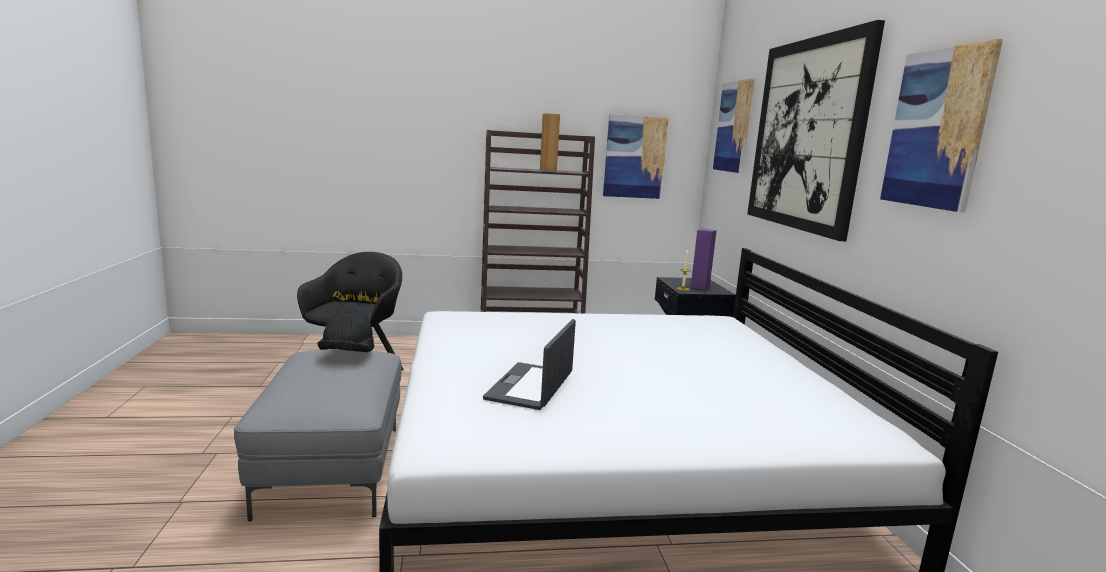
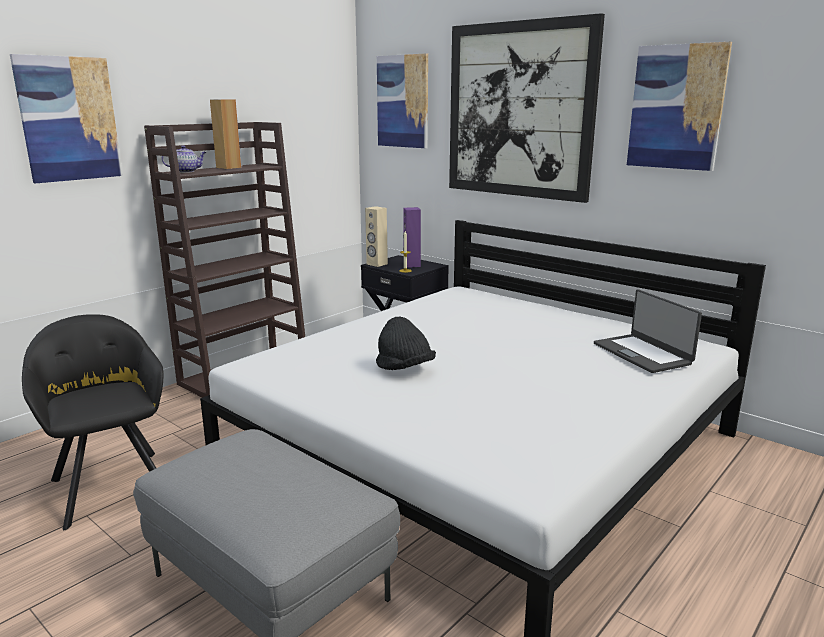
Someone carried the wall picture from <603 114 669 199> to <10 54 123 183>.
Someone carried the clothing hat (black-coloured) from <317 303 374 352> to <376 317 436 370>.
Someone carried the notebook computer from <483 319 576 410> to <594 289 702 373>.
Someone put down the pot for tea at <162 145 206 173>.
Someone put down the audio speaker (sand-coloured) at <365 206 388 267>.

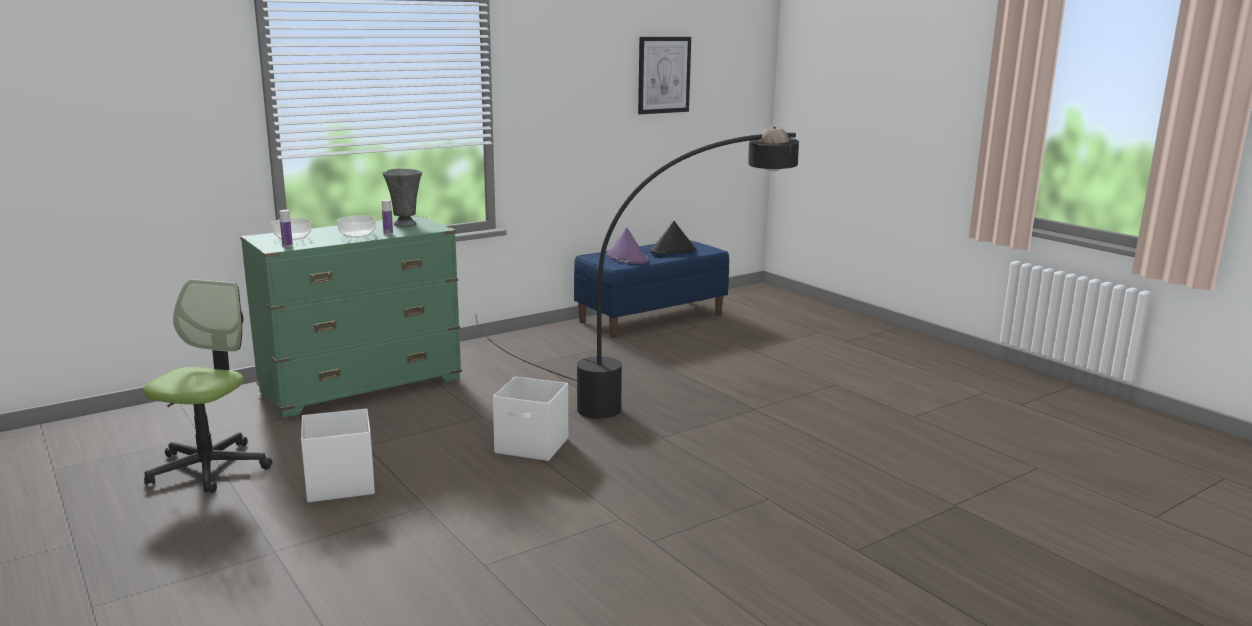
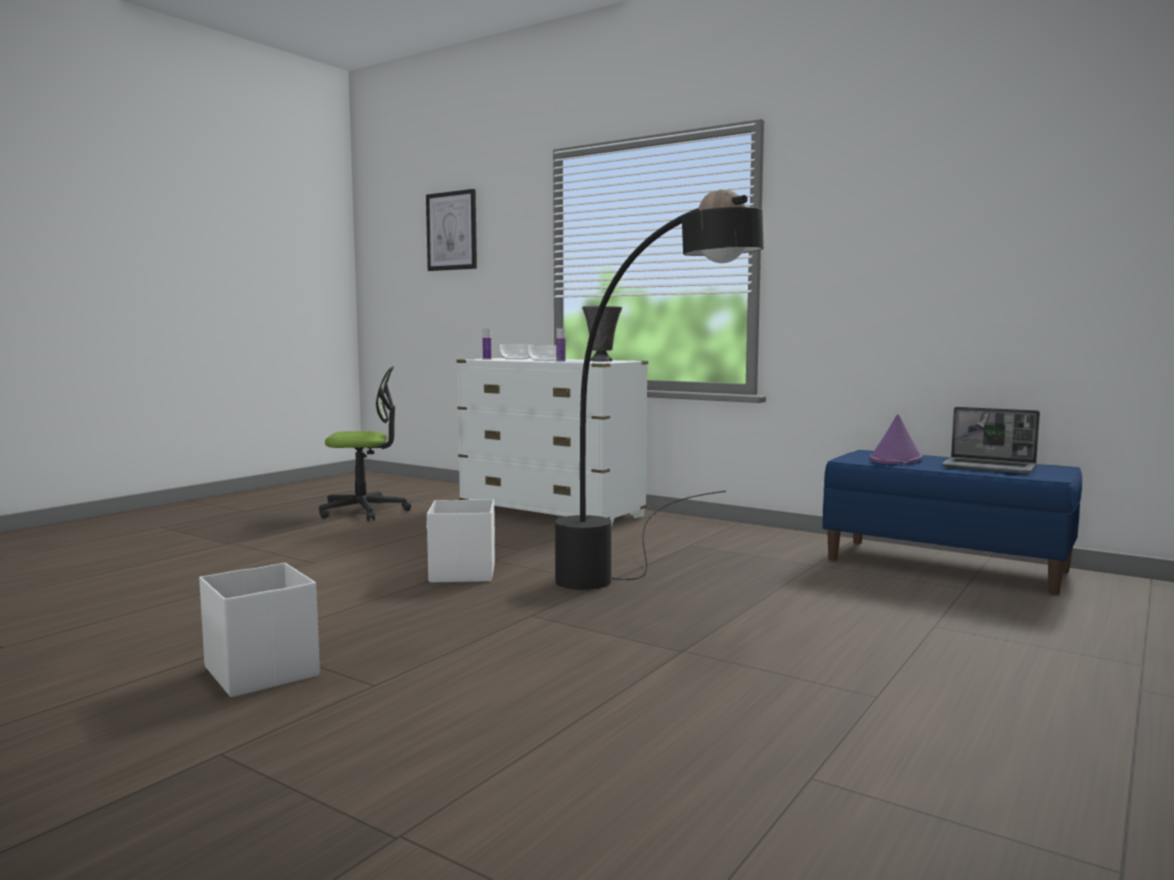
Someone carried the wall picture from <638 37 691 114> to <426 189 477 271>.
Someone repainted the chest of drawers (greenish) at <240 216 462 418>, which became the chest of drawers (white-coloured) at <456 358 648 527>.
Someone swapped the clothing hat (black-coloured) at <650 221 695 255> for the notebook computer at <942 407 1040 474>.
Someone carried the storage bin (white-coloured) from <301 408 375 502> to <199 563 320 697>.

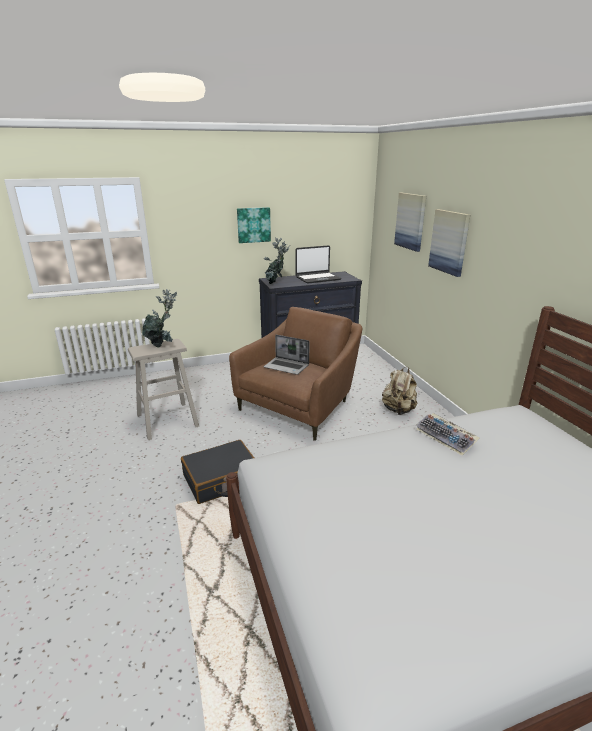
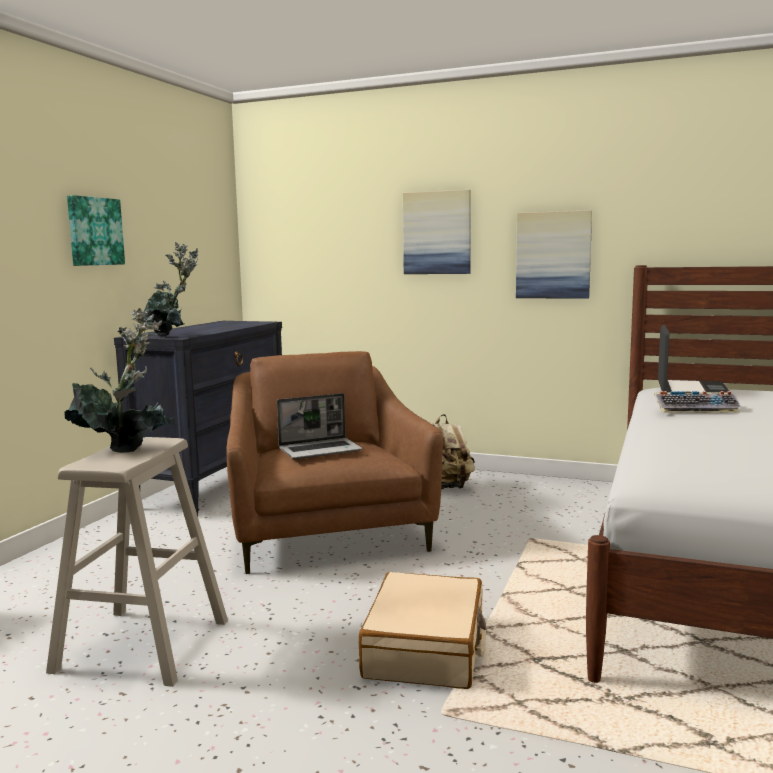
Someone carried the wall picture from <394 193 426 252> to <516 210 592 299>.
Someone carried the notebook computer from <296 245 341 283> to <658 325 729 392>.
Someone repainted the travel case (black-coloured) at <181 440 254 504>, which became the travel case (sand-coloured) at <359 572 486 689>.

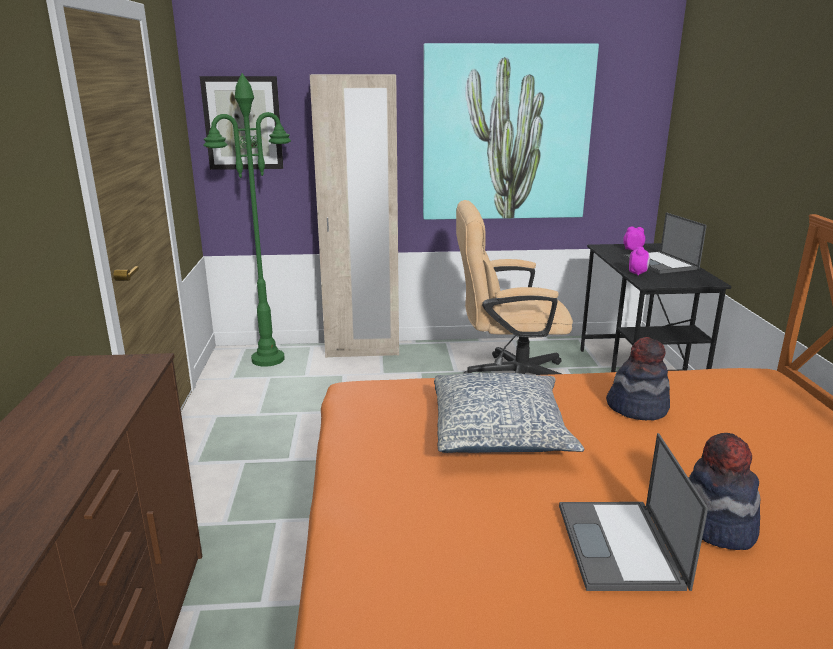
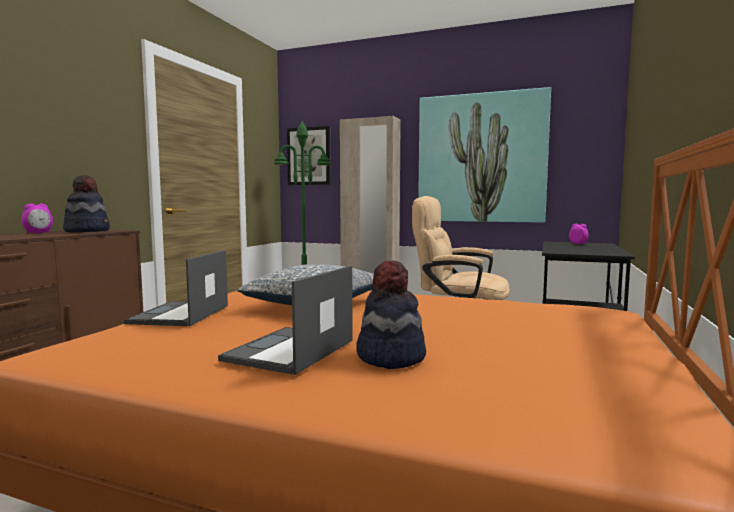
Someone carried the notebook computer from <623 212 707 274> to <124 250 228 326>.
Someone carried the bedside clock from <629 247 650 275> to <21 204 53 233>.
Someone carried the clothing hat from <606 337 670 421> to <63 175 110 233>.

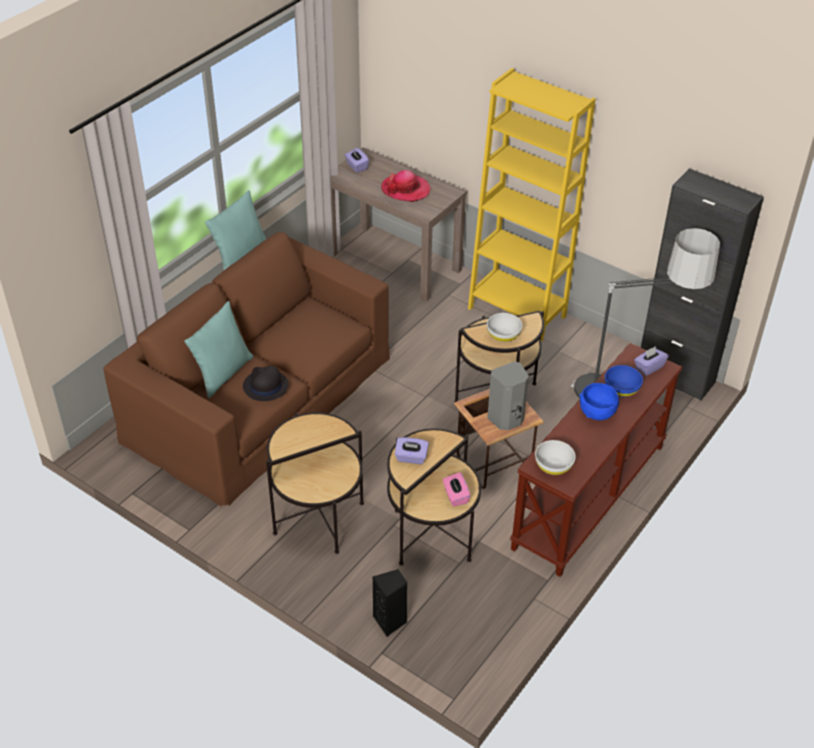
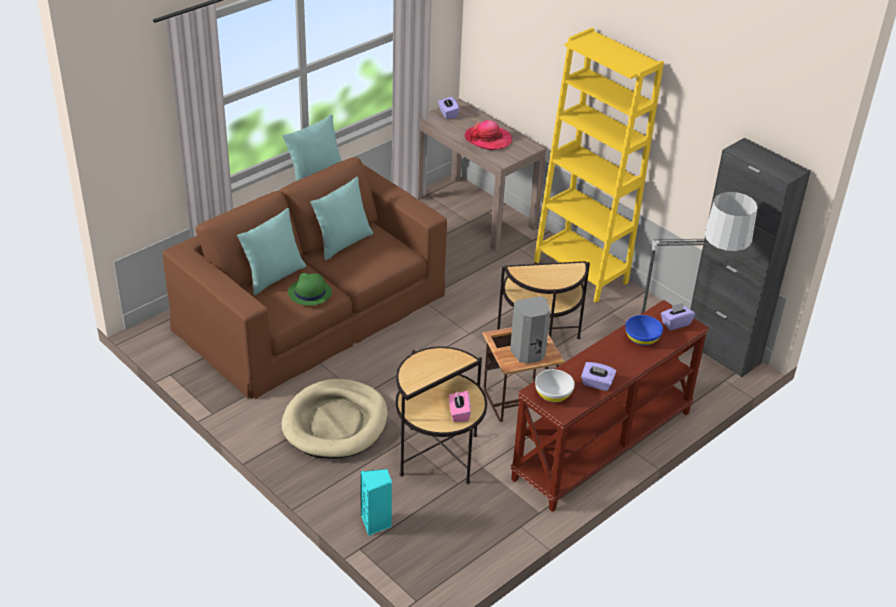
Someone took away the deep dish (white-coloured) at <487 313 522 342>.
Someone repainted the clothing hat (black-coloured) at <243 365 289 401>, which became the clothing hat (greenish) at <288 273 332 306>.
Someone took away the deep dish (bluish) at <579 383 619 420>.
Someone swapped the accent table at <266 412 364 554> for the dog bed (sand-coloured) at <282 379 388 459>.
Someone carried the tissue holder (purple-coloured) from <395 437 429 464> to <581 362 616 391>.
Someone repainted the audio speaker (black-coloured) at <373 569 407 637>, which became the audio speaker (turquoise-coloured) at <361 469 392 536>.
Someone put down the cushion (turquoise-coloured) at <310 177 373 260>.

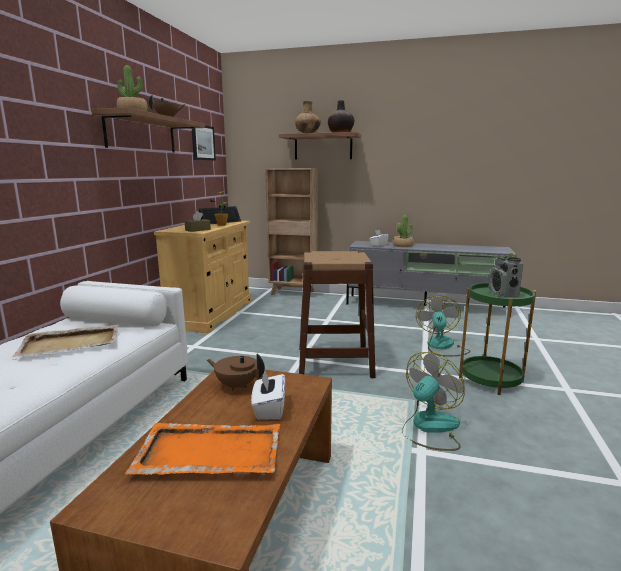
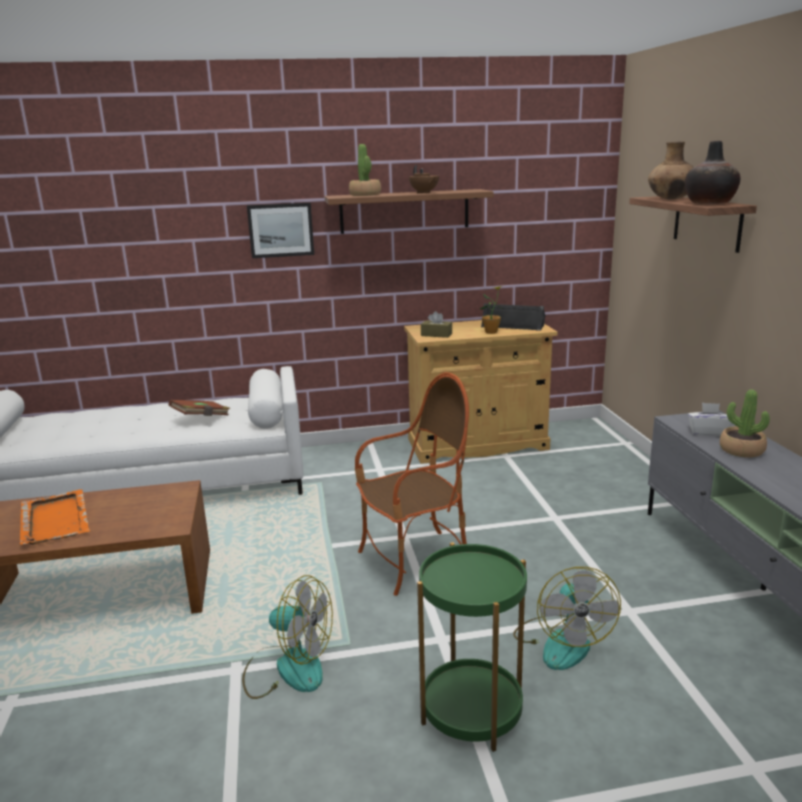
Someone carried the wall picture from <192 126 216 161> to <247 203 314 258>.
Someone took away the bookcase (brownish) at <265 168 318 295>.
Someone swapped the stool seat (brownish) at <299 251 376 378> for the armchair at <355 372 469 596>.
Someone took away the radio set at <489 253 523 298>.
Someone rotated the cooling fan at <416 296 471 356> by 105 degrees clockwise.
Someone swapped the tray (sand-coloured) at <12 324 119 357> for the bound book (brownish) at <169 400 230 416>.
Someone took away the pot for tea (brownish) at <207 353 265 391>.
Someone took away the tissue holder (white-coloured) at <251 370 285 420>.

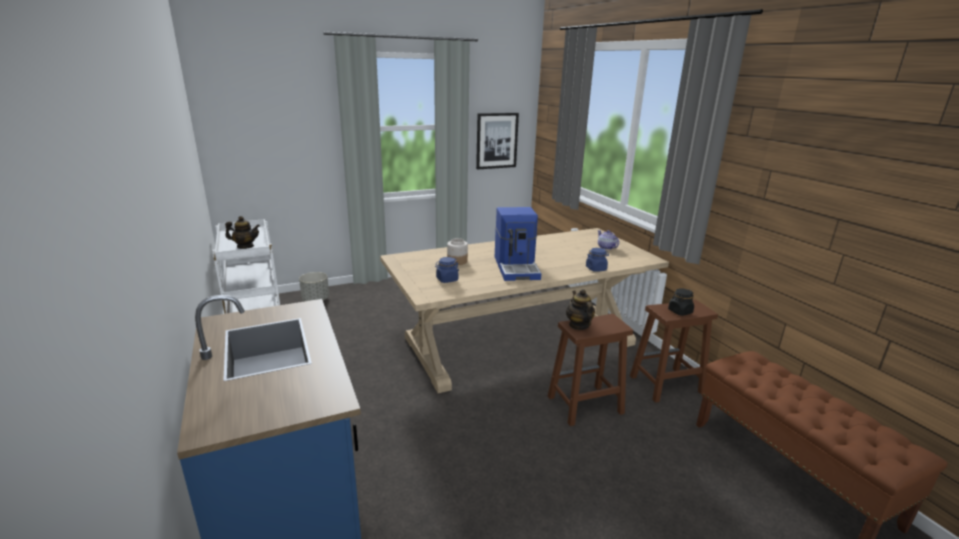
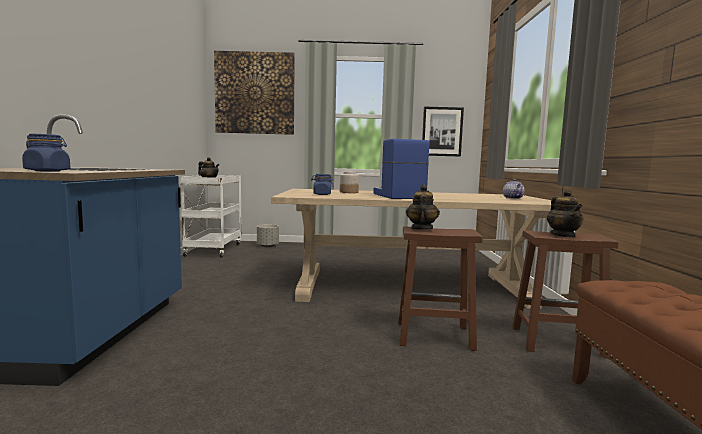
Someone rotated the coffee brewer at <495 207 541 281> by 150 degrees clockwise.
Someone carried the jar (bluish) from <586 248 609 272> to <22 134 70 172>.
Someone swapped the jar (black-coloured) at <668 288 694 316> for the pot for tea at <547 190 583 238>.
Someone put up the wall picture at <214 51 295 135>.

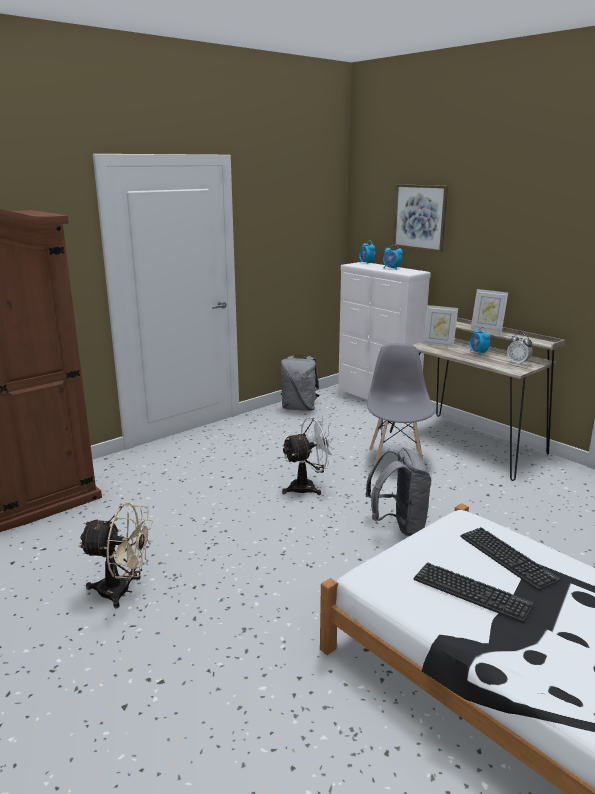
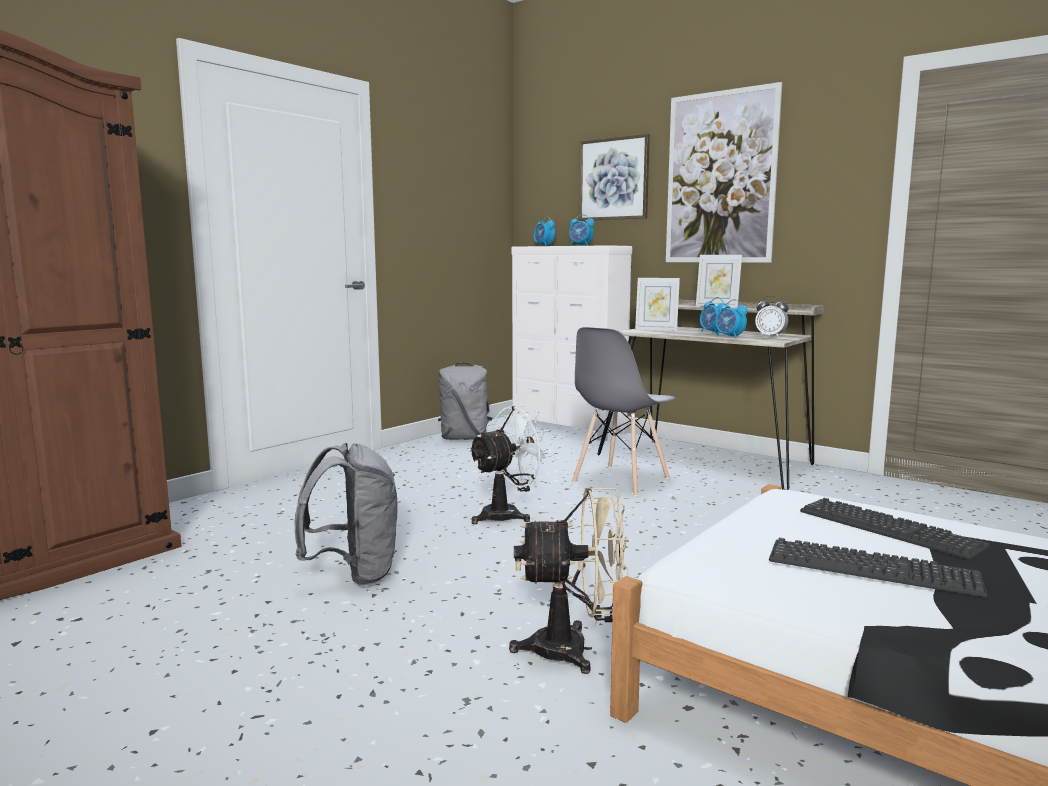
Someone rotated the upright chair (gray) at <367 343 435 472> by 135 degrees counterclockwise.
Someone carried the backpack (gray) from <366 447 431 536> to <295 443 398 586>.
Someone carried the cooling fan (sand-coloured) from <78 503 153 608> to <509 487 629 674>.
Someone put up the wall picture at <666 82 782 263>.
Someone put down the bedside clock at <715 299 747 338>.

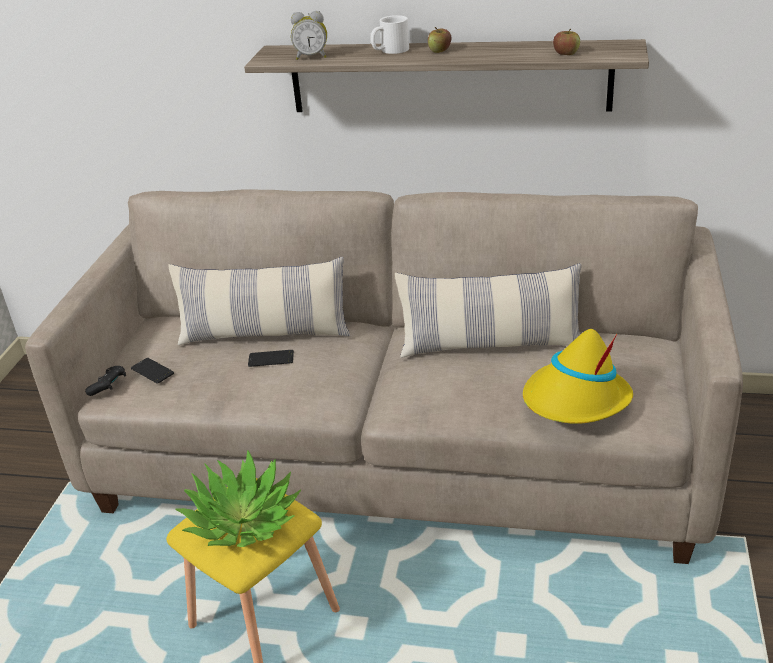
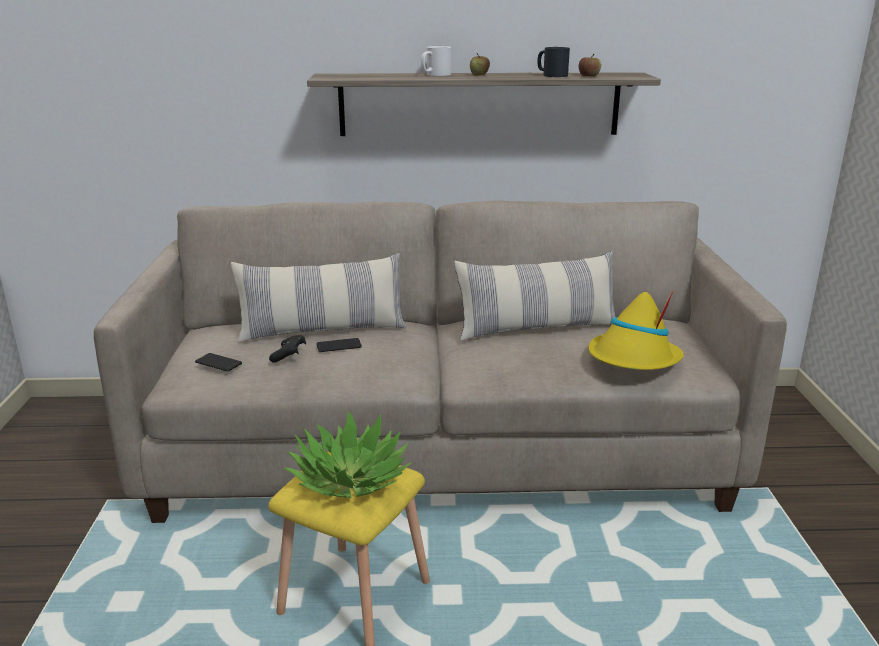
Someone took away the bedside clock at <291 11 327 60>.
Someone carried the gamepad (black-coloured) from <85 366 126 396> to <269 335 306 363>.
Someone put down the mug (black-coloured) at <537 47 570 77>.

